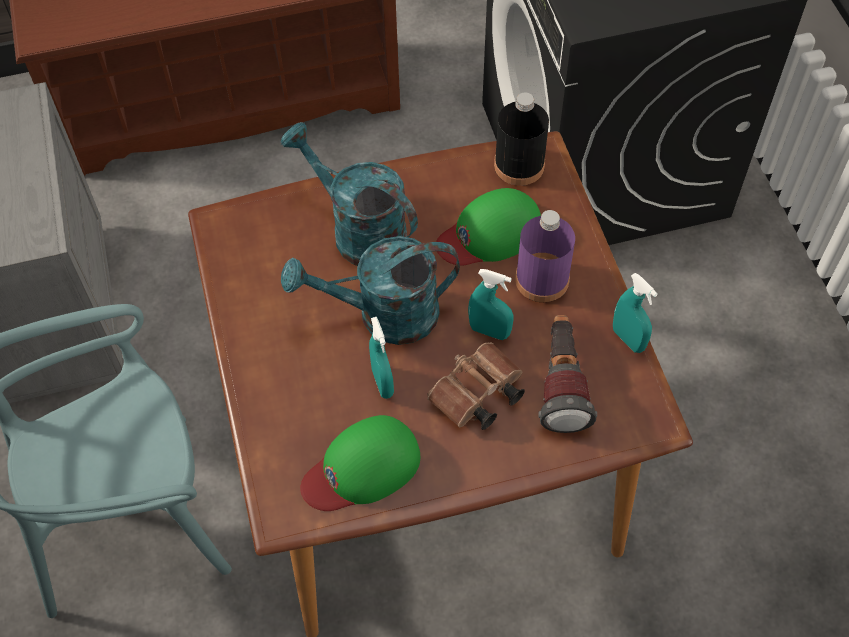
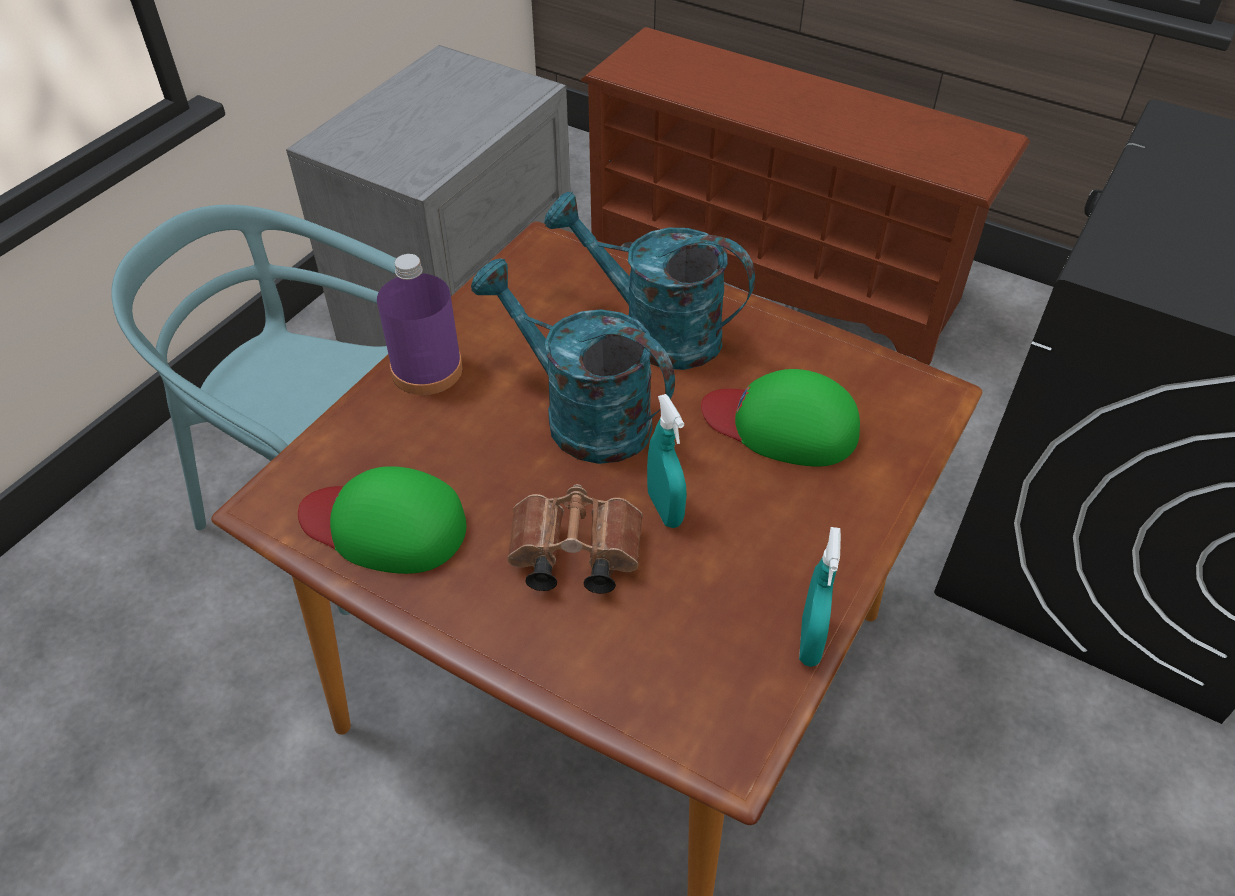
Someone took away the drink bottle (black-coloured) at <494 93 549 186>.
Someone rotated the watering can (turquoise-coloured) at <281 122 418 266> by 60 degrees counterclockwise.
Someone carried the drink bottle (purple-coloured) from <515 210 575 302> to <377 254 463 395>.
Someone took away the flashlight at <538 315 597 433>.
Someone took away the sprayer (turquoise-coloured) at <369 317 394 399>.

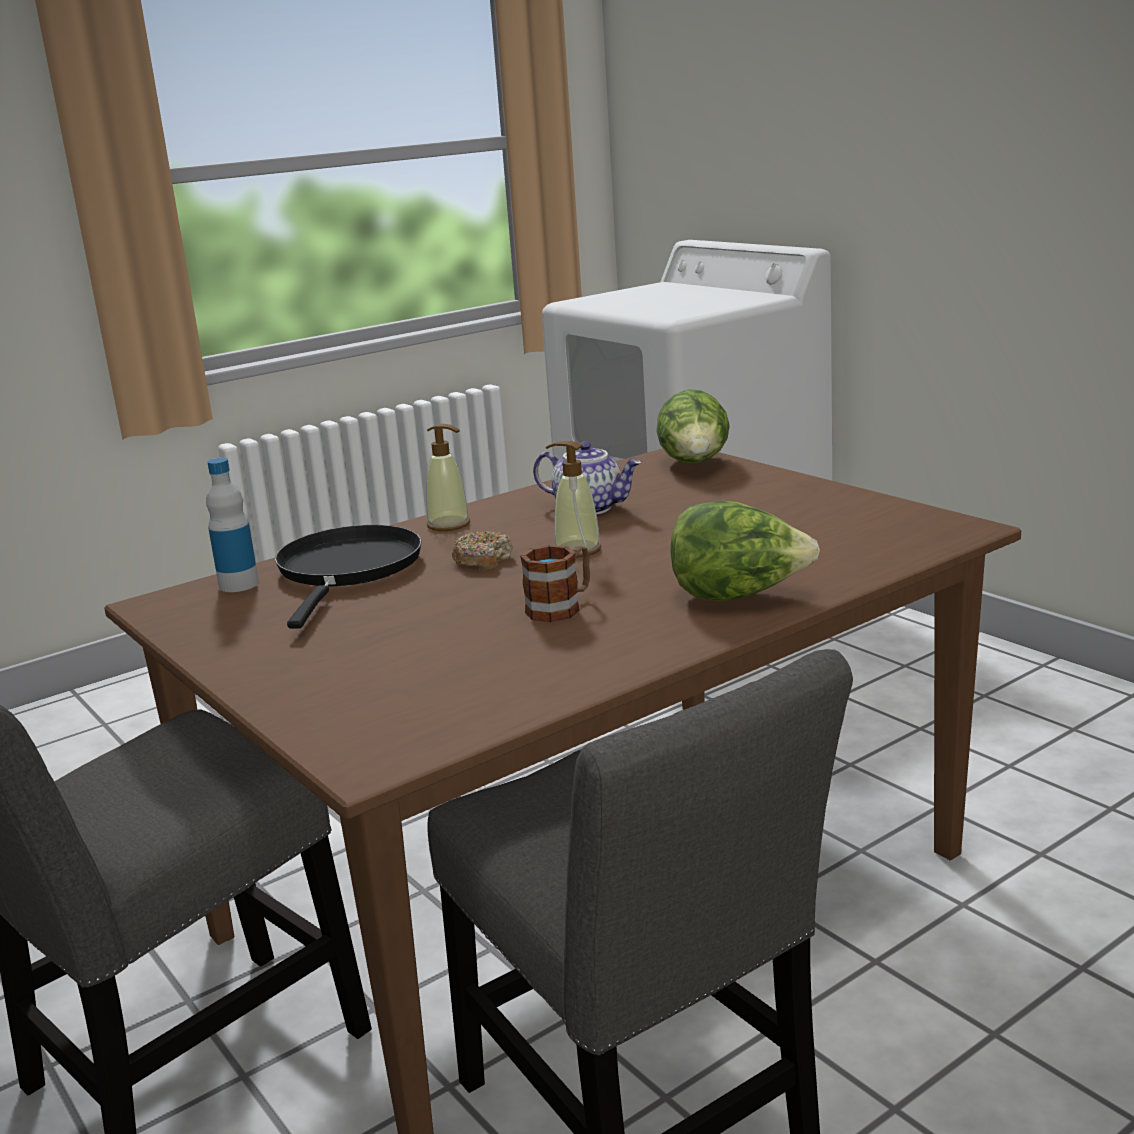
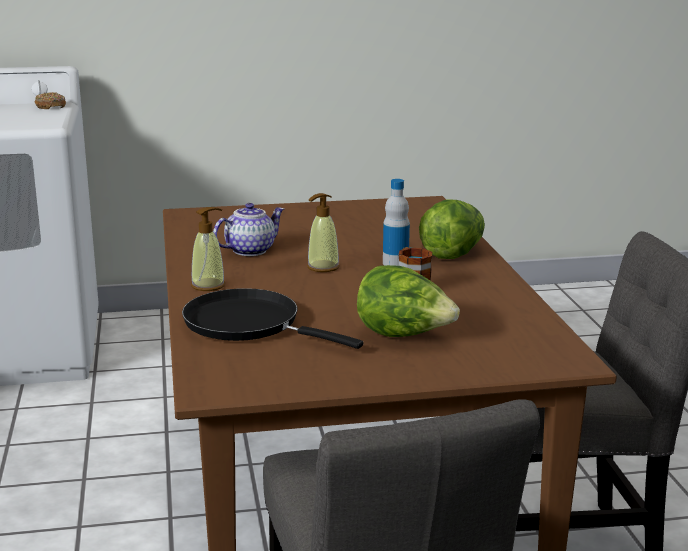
Someone carried the lettuce head from <657 389 730 463> to <357 265 460 337>.
Someone carried the drink bottle from <206 458 259 592> to <383 179 410 266>.
Someone carried the doughnut from <452 531 513 570> to <34 92 66 109>.

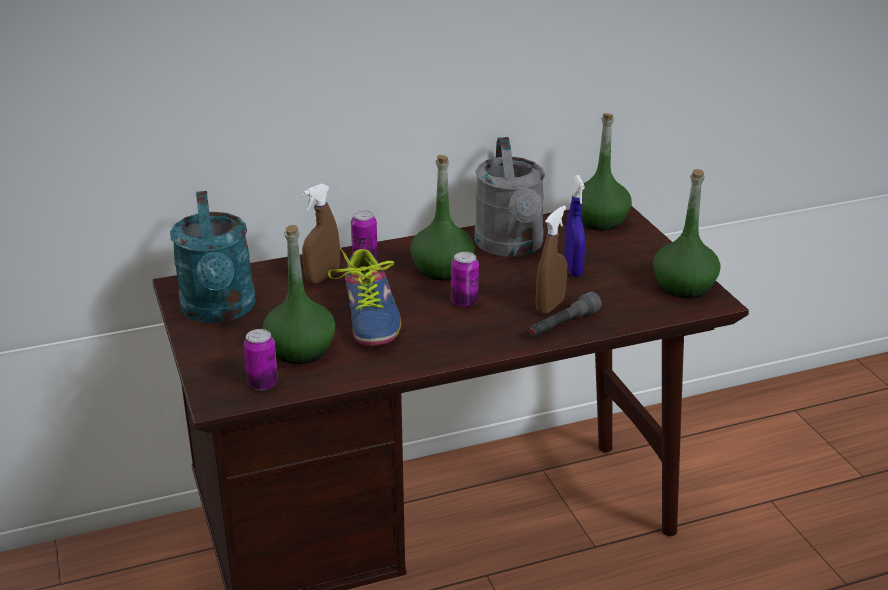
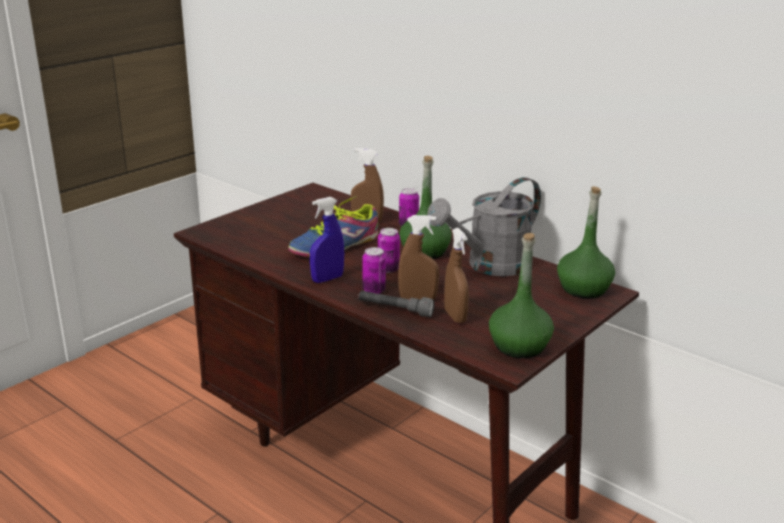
Someone carried the sprayer (bluish) from <564 175 585 276> to <310 197 344 283>.
Someone took away the watering can (turquoise-coloured) at <170 191 256 323>.
Someone took away the drink bottle (greenish) at <262 225 335 364>.
Someone carried the sealed can from <243 329 278 390> to <363 247 386 294>.
Someone put down the sprayer (brownish) at <444 228 469 323>.

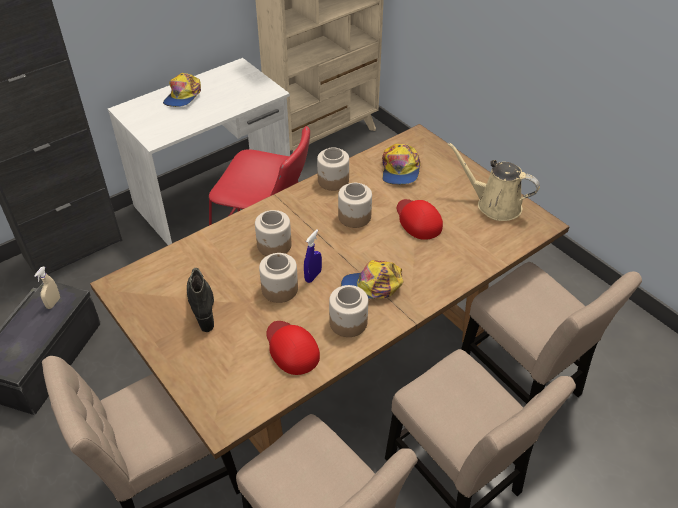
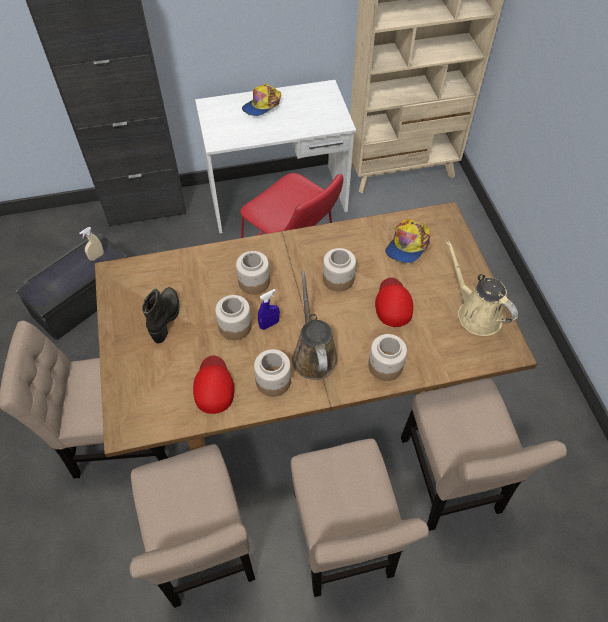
Someone carried the jar from <317 147 349 191> to <368 334 407 381>.
Someone swapped the cap at <341 260 403 299> for the watering can (brownish) at <292 271 338 380>.

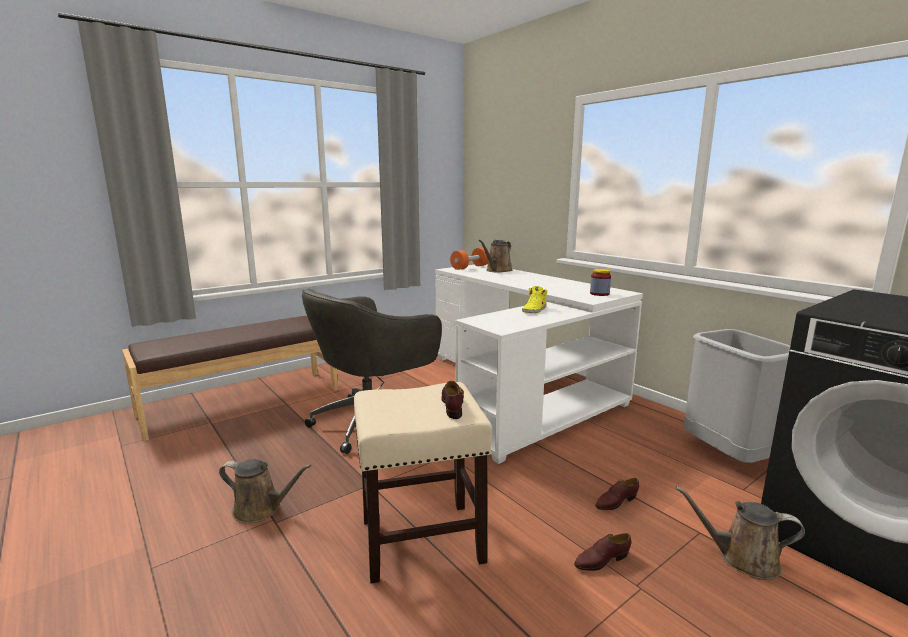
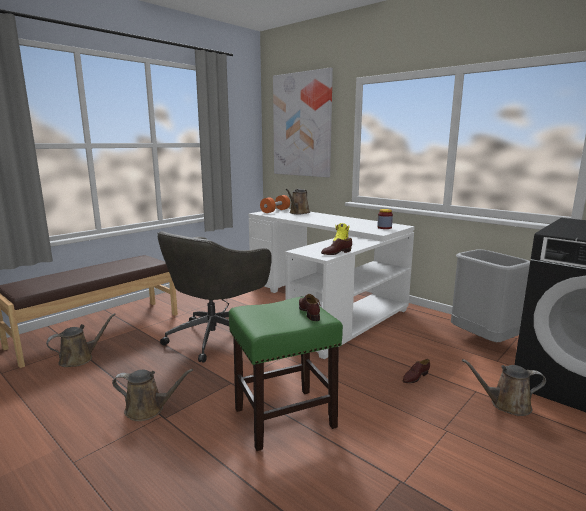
Someone repainted the stool seat (sand-coloured) at <354 382 492 584>, which became the stool seat (greenish) at <229 296 343 451>.
Someone carried the item of footwear (brownish) from <574 533 631 571> to <321 238 352 255>.
Someone put up the wall picture at <273 68 333 177>.
Someone put down the watering can (brownish) at <46 313 116 367>.

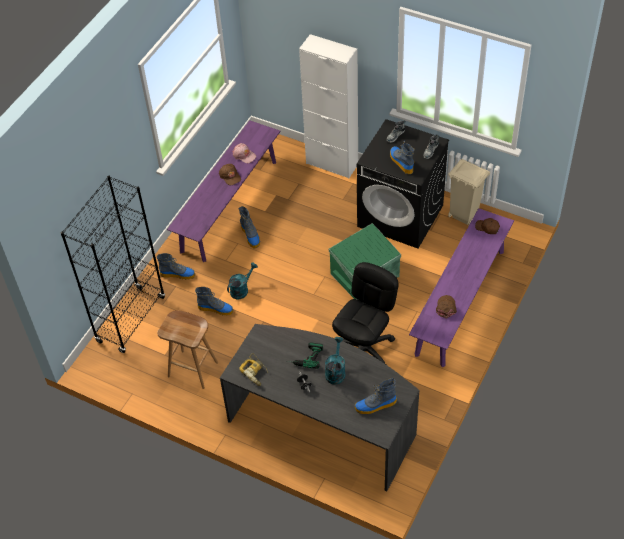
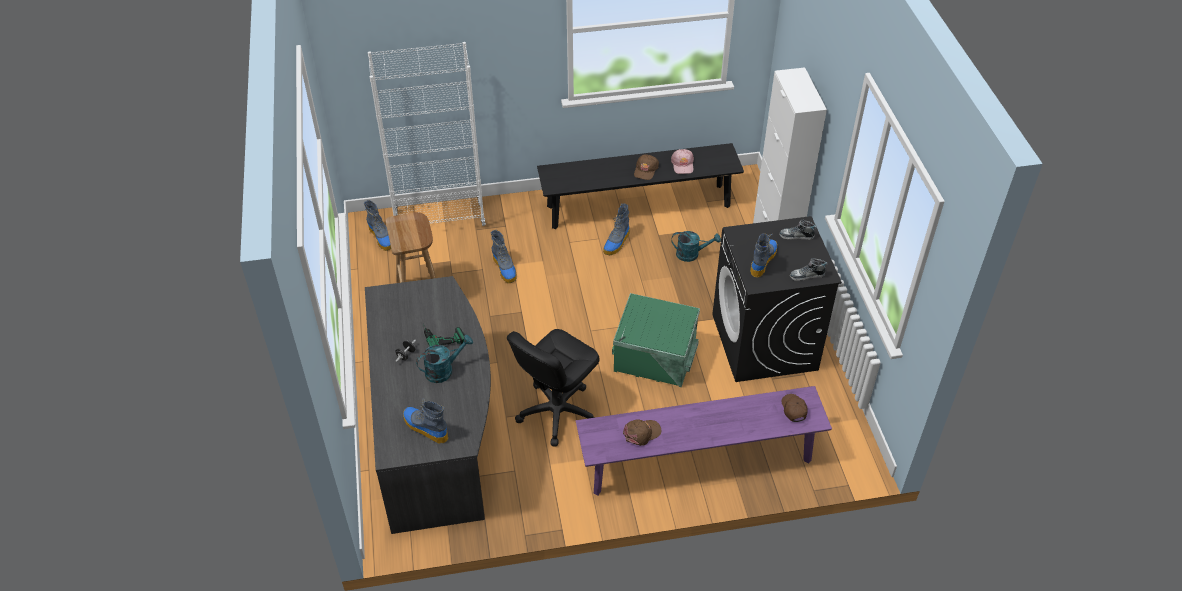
Someone repainted the bench (purple-coloured) at <167 120 280 262>, which became the bench (black-coloured) at <537 143 744 229>.
Someone took away the trash can (sand-coloured) at <448 159 490 226>.
Someone repainted the bookcase (black-coloured) at <61 176 165 353>, which became the bookcase (white-coloured) at <368 42 486 226>.
Someone carried the boot from <157 253 195 280> to <364 200 391 251>.
Someone carried the watering can (turquoise-coloured) from <227 262 258 299> to <671 231 721 262>.
Someone rotated the computer chair (black-coloured) at <332 262 399 364> by 135 degrees clockwise.
Someone took away the power drill at <239 353 268 386>.

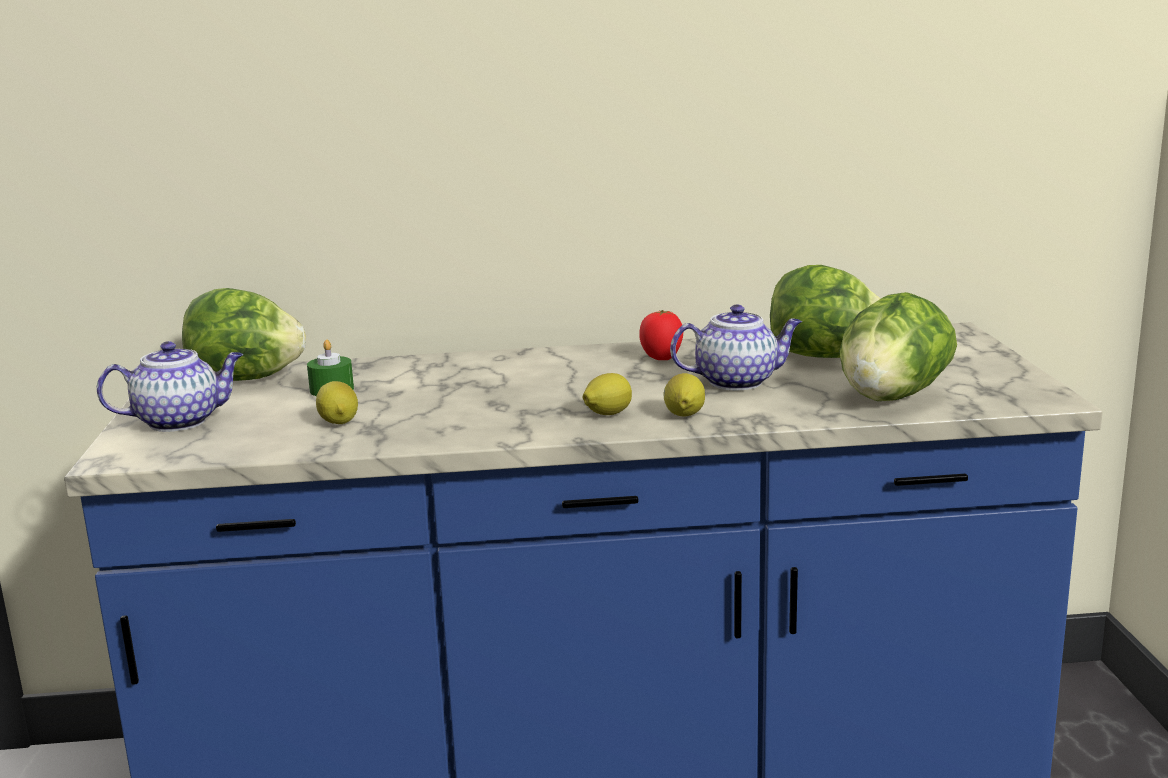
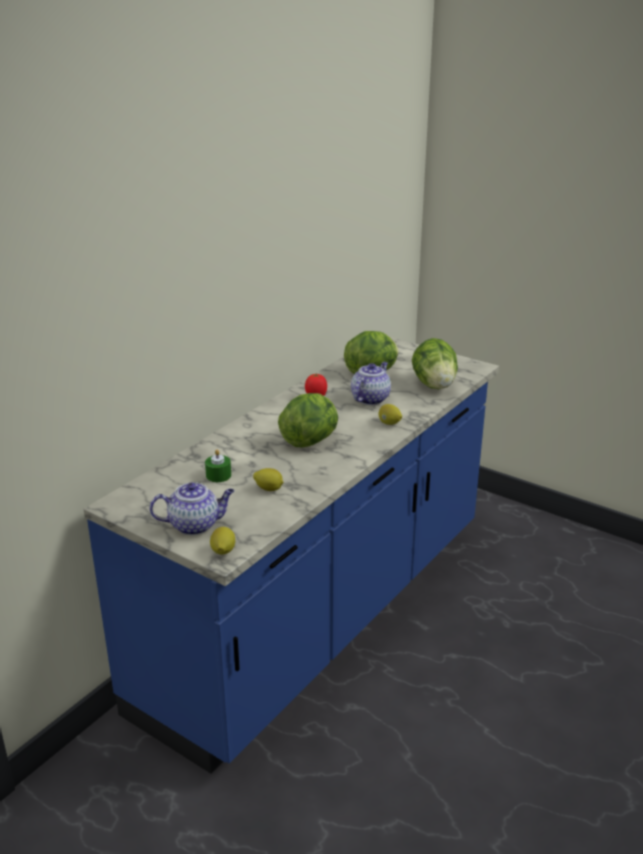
Someone carried the lettuce head from <182 288 306 381> to <278 393 338 447>.
Someone rotated the pot for tea at <97 341 243 432> by 60 degrees clockwise.
Someone carried the lemon from <583 373 632 415> to <210 527 235 555>.

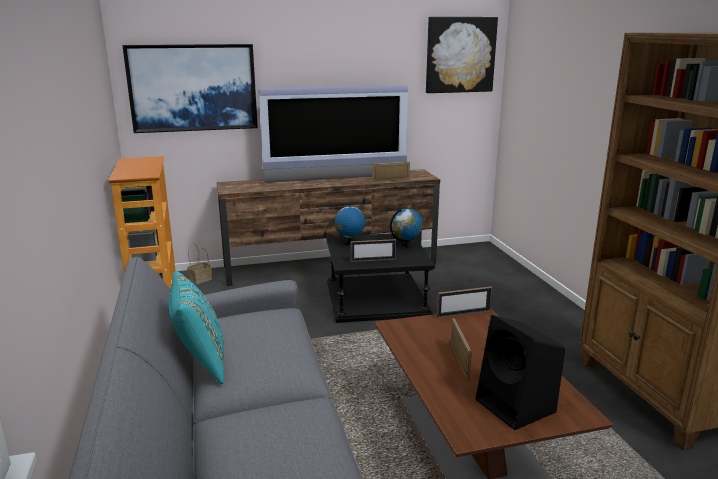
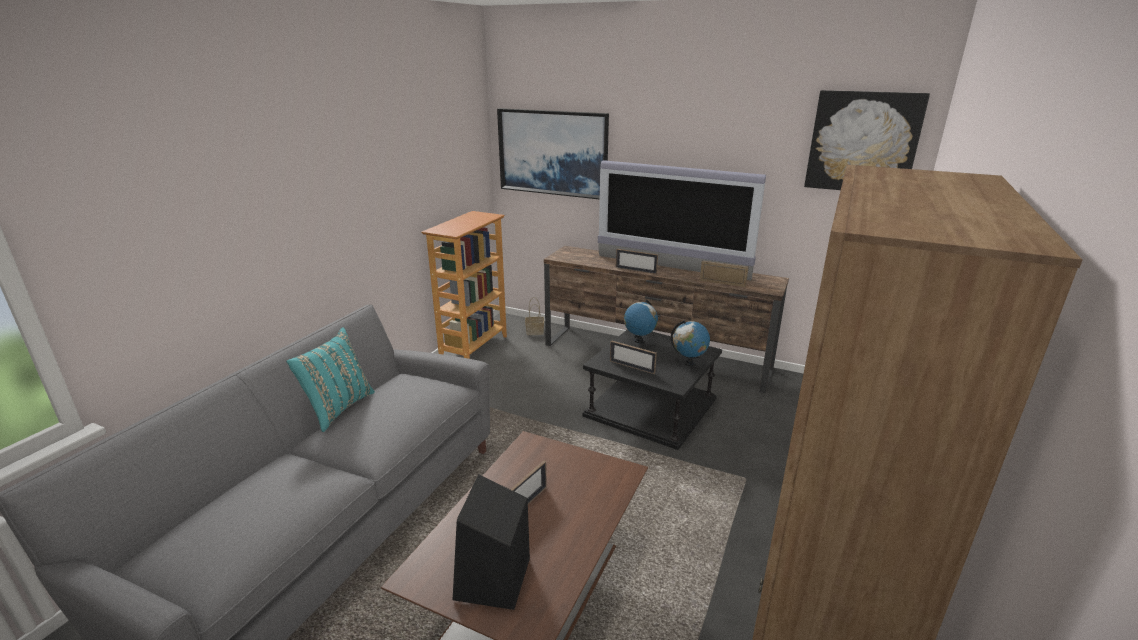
Someone carried the standing frame from <437 287 492 318> to <616 249 658 274>.

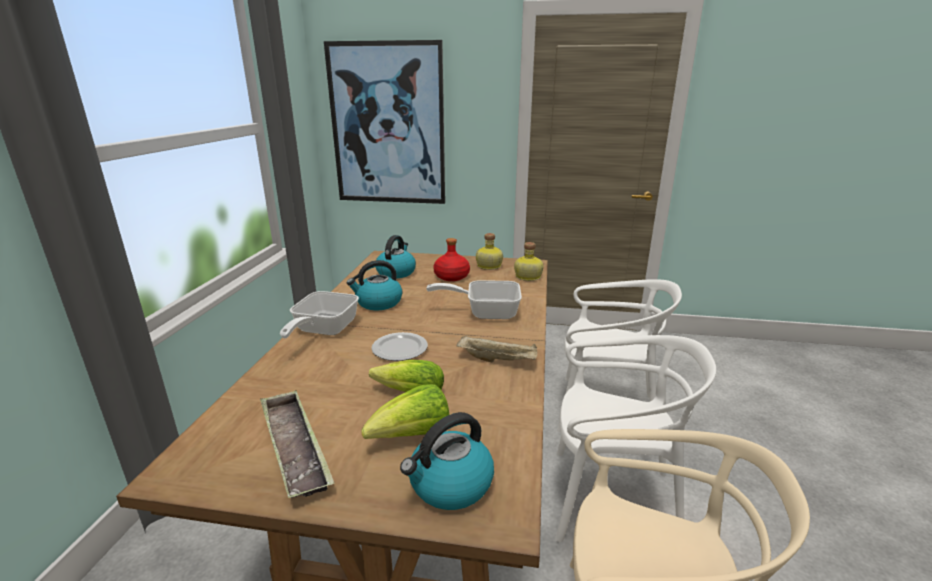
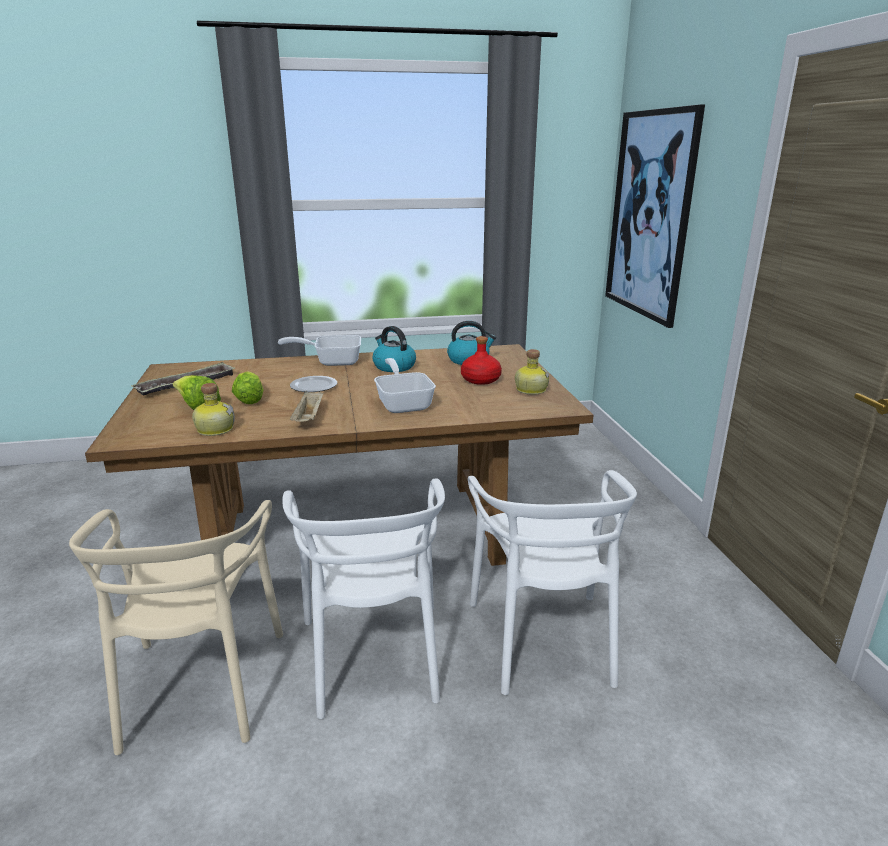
Someone carried the drink bottle from <514 242 544 281> to <192 383 235 436>.
Someone took away the tea kettle at <400 412 494 510>.

